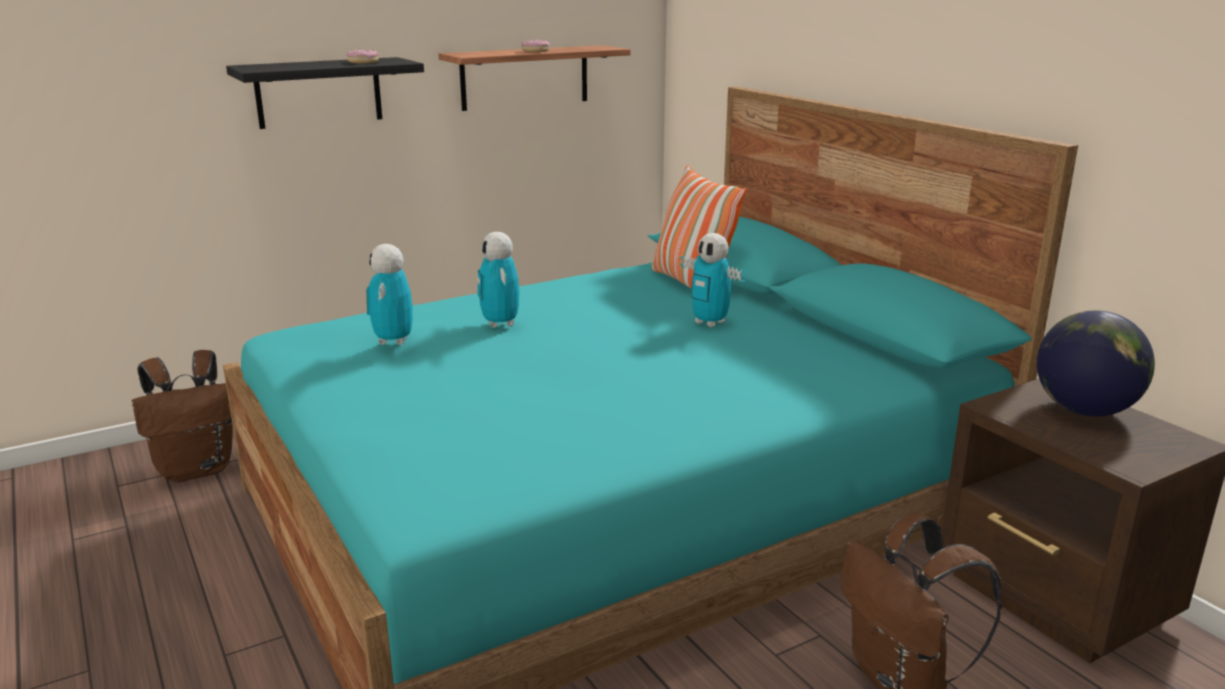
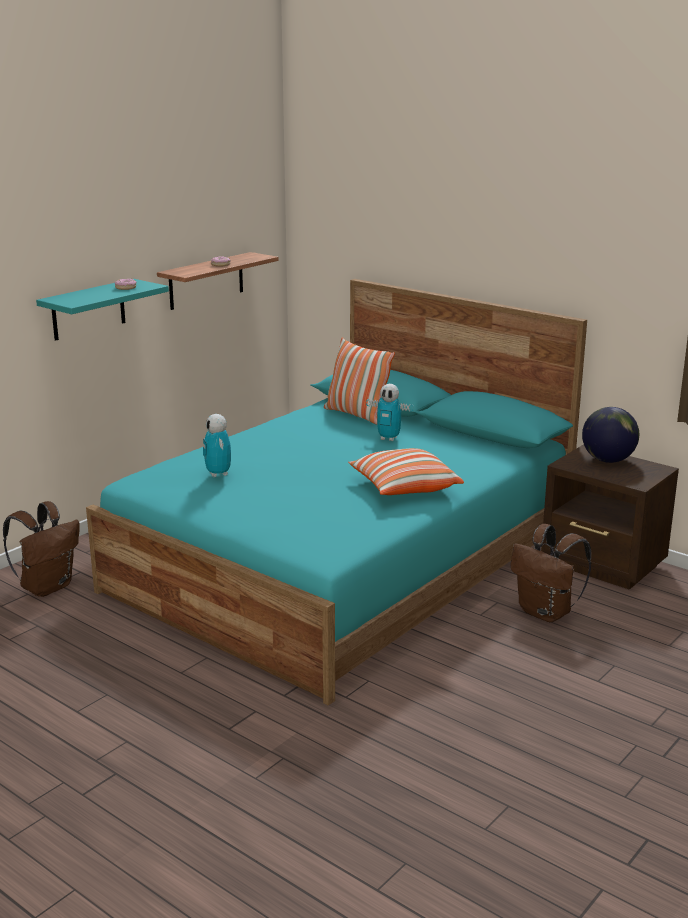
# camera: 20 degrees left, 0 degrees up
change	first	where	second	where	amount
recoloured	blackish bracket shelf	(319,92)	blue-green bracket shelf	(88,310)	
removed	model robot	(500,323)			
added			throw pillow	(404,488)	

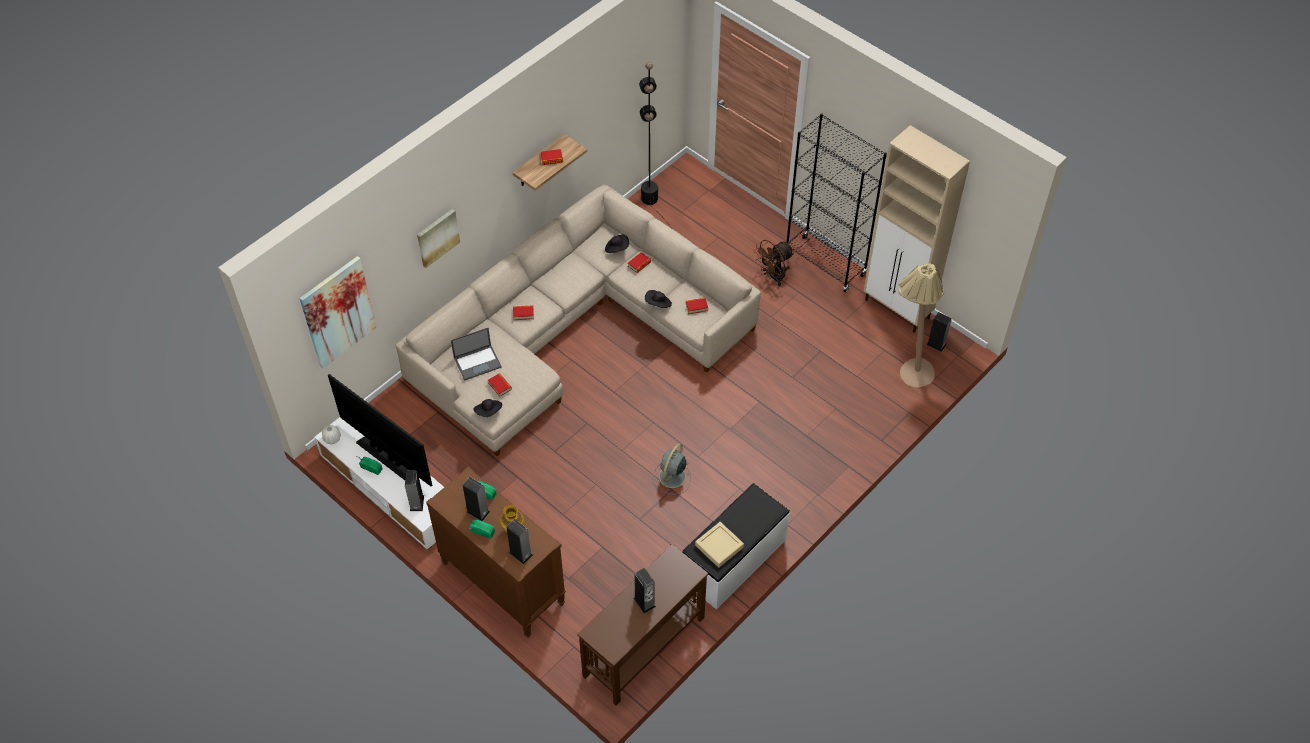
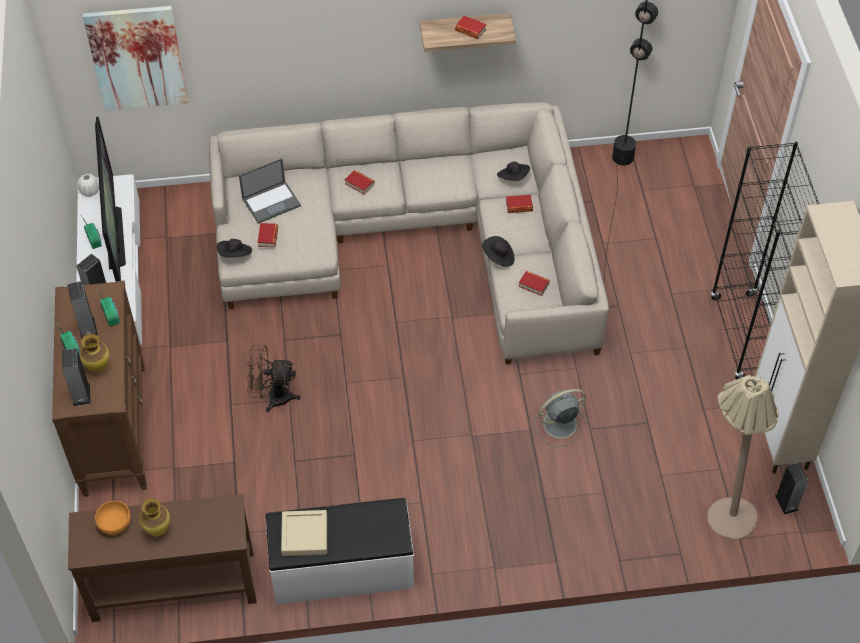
# camera: 40 degrees right, 0 degrees up
change	first	where	second	where	amount
removed	wall art	(437,237)			
moved	brownish electric fan	(773,277)		(272,397)	
turned	laptop	(478,362)		(272,202)	45 degrees counterclockwise
moved	gray electric fan	(671,477)		(558,425)	
replaced	loudspeaker	(644,602)	flower vase	(158,530)	
added			orange deep dish	(114,523)	

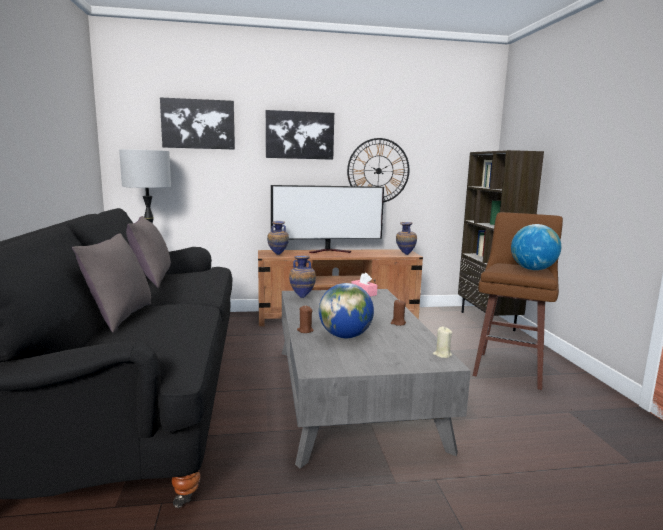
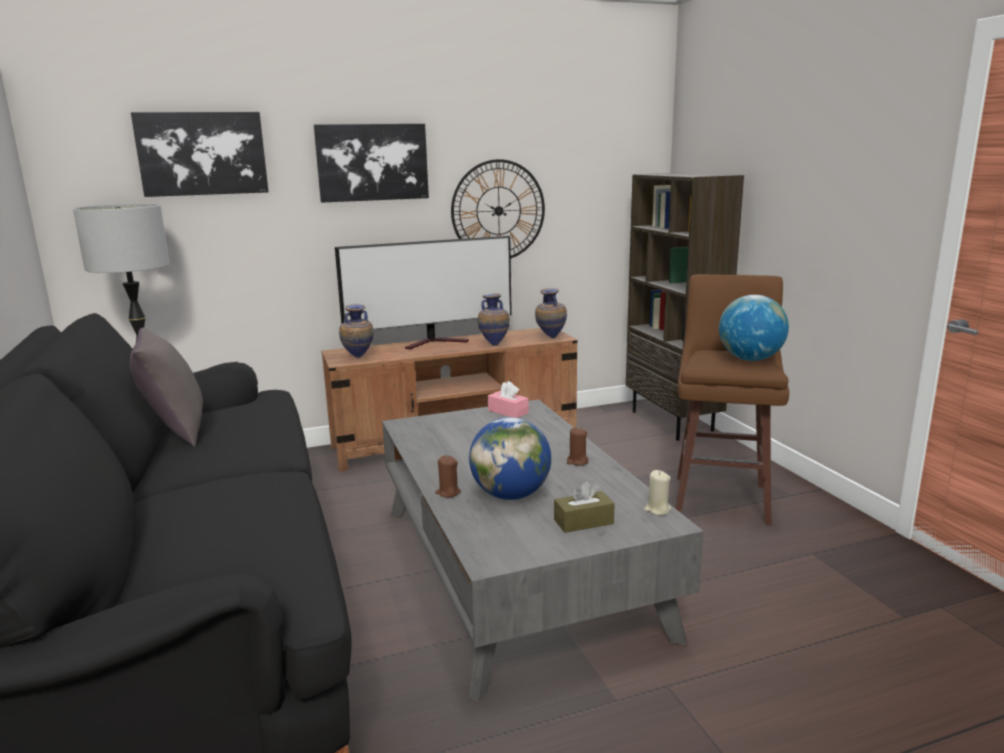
# camera: 10 degrees left, 5 degrees up
change	first	where	second	where	amount
removed	gray throw pillow	(119,318)			
moved	flower vase	(302,297)		(494,344)	
added			brownish box of tissues	(583,522)	

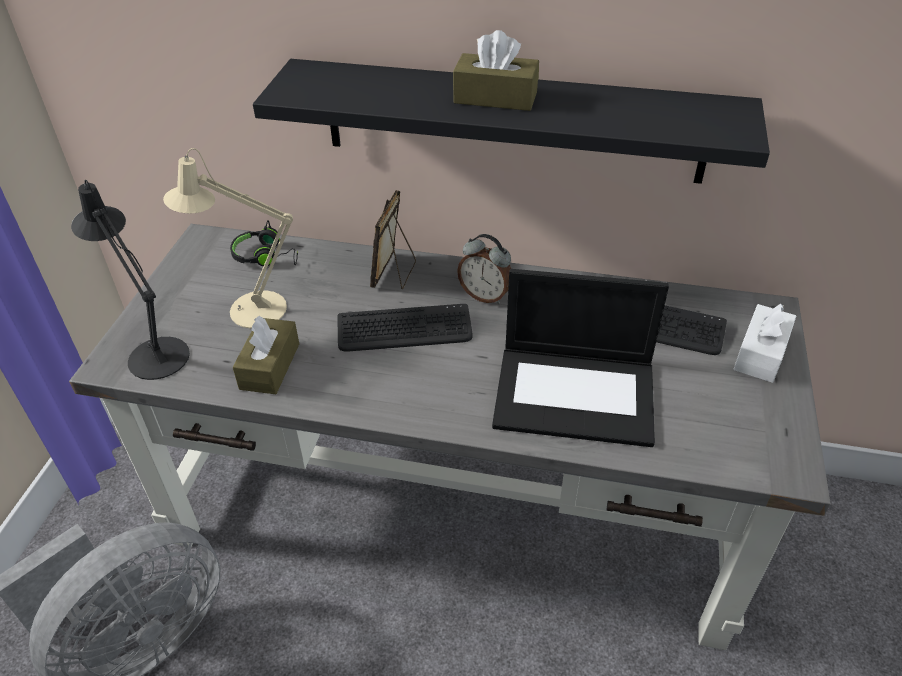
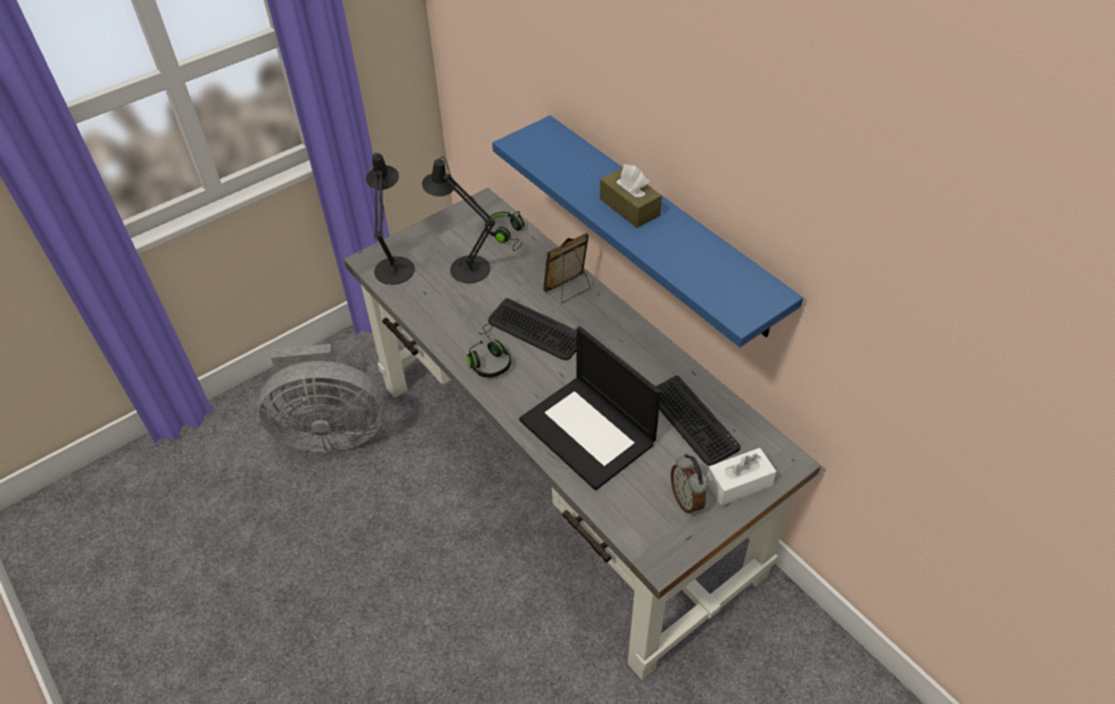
# camera: 40 degrees right, 5 degrees up
change	first	where	second	where	amount
recoloured	blackish bracket shelf	(512,121)	blue bracket shelf	(661,225)	
recoloured	beige lamp for a table	(249,310)	blackish lamp for a table	(465,267)	
moved	table clock	(485,295)		(687,500)	
removed	brownish box of tissues	(270,366)			
added			blackish headphones	(488,359)	

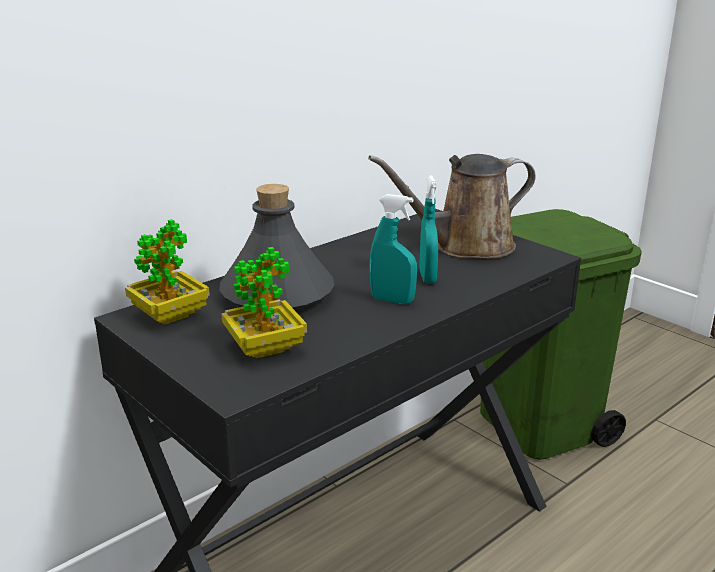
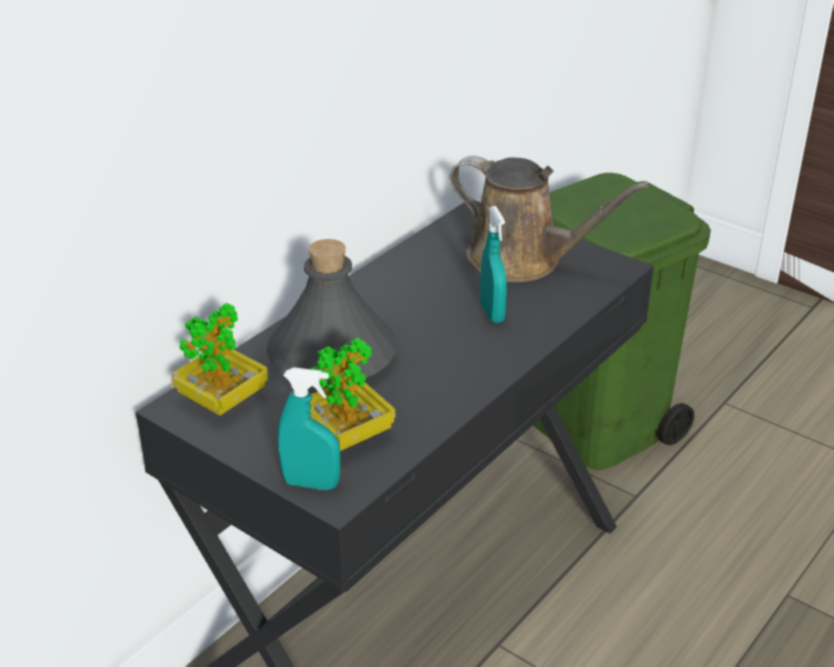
# camera: 10 degrees left, 10 degrees up
change	first	where	second	where	amount
turned	brownish watering pot	(466,246)		(523,260)	120 degrees counterclockwise
moved	blue-green sprayer	(392,300)		(311,483)	

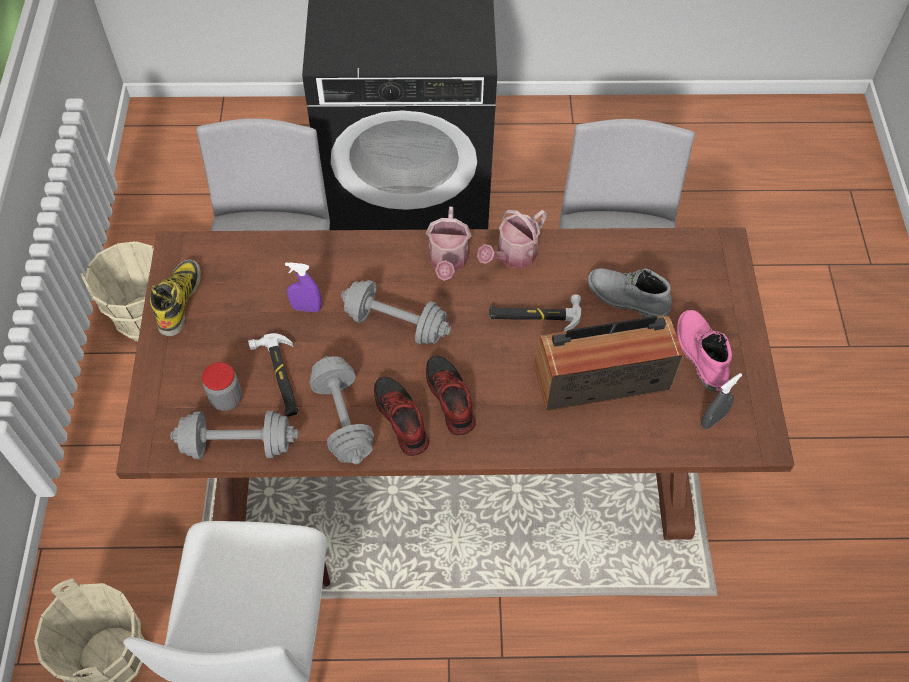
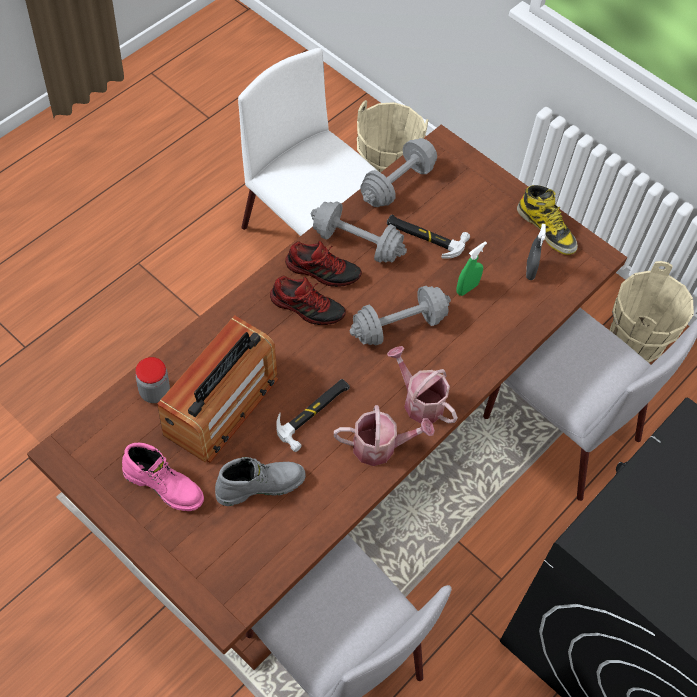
# camera: 130 degrees right, 0 degrees up
change	first	where	second	where	amount
turned	watering pot	(512,256)		(380,447)	90 degrees clockwise
recoloured	purplish sprayer	(306,308)	green sprayer	(467,288)	
moved	jar	(226,399)		(154,392)	
moved	gray sprayer	(713,420)		(530,270)	

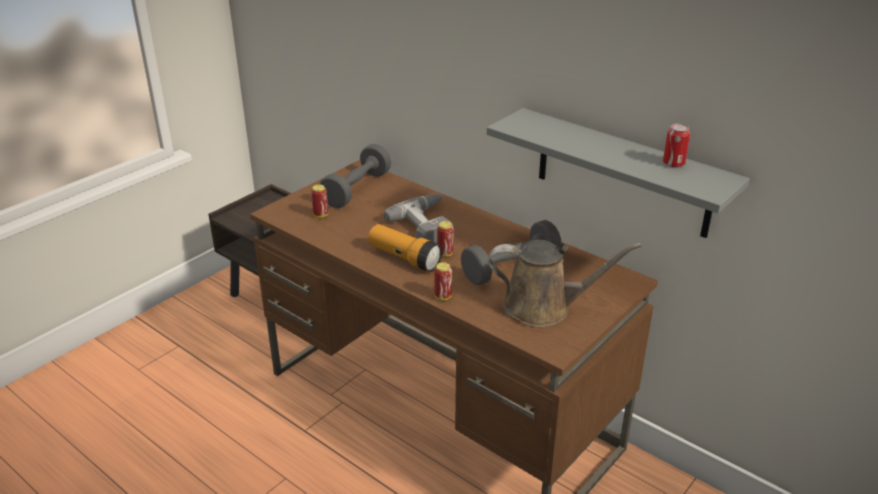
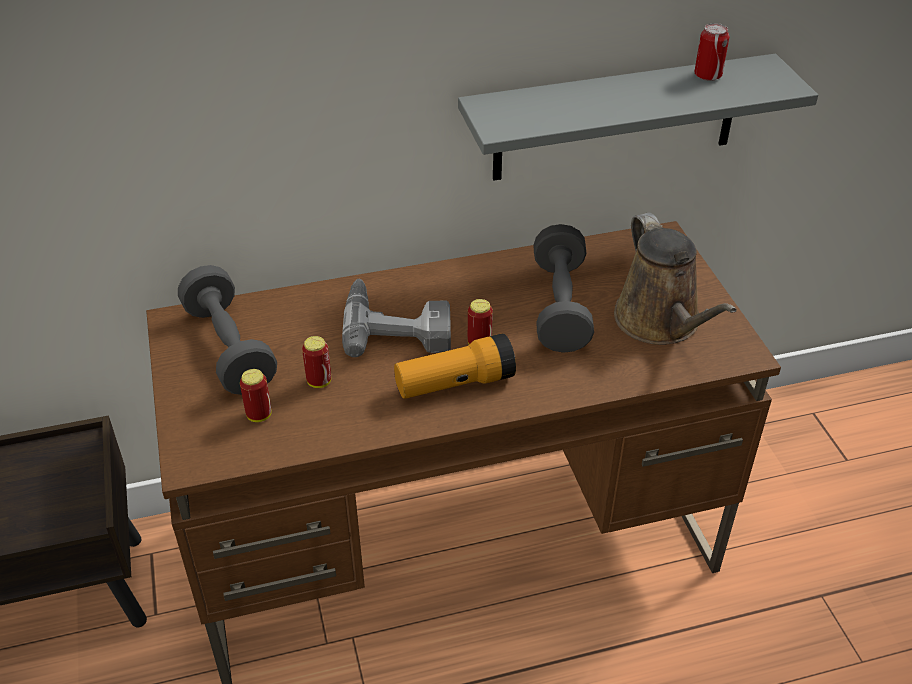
# camera: 55 degrees left, 10 degrees up
change	first	where	second	where	amount
turned	brownish watering pot	(544,307)		(661,322)	120 degrees clockwise
moved	sealed can	(443,297)		(319,381)	

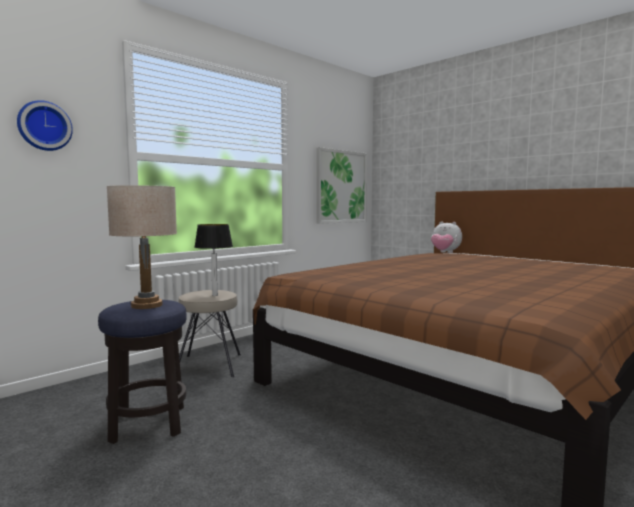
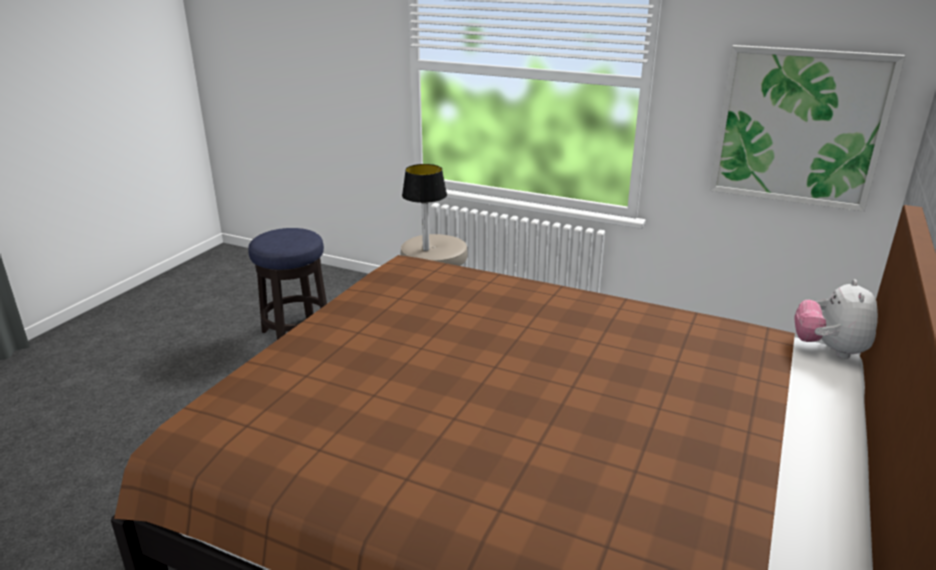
# camera: 70 degrees right, 20 degrees up
change	first	where	second	where	amount
removed	clock on the wall	(44,126)			
removed	beige lamp for a table	(146,305)			

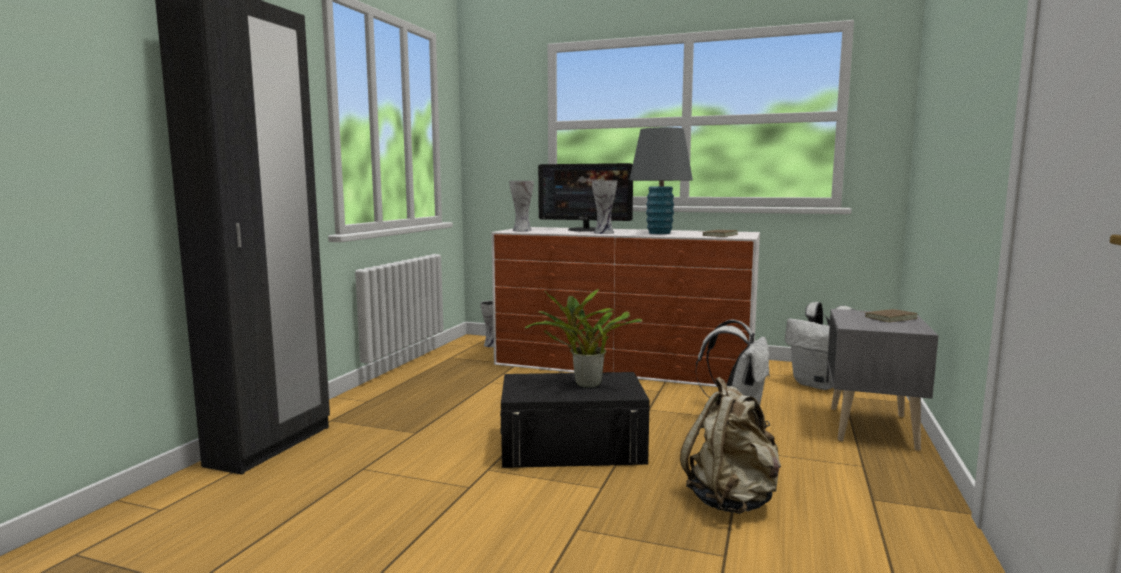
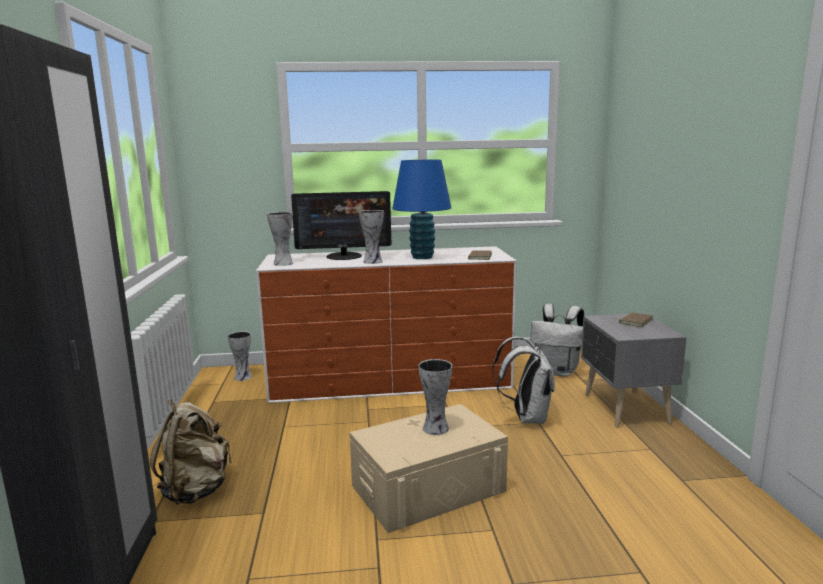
# camera: 25 degrees left, 5 degrees up
change	first	where	second	where	amount
recoloured	gray lamp for a table	(659,233)	blue lamp for a table	(422,257)	
replaced	plant in a pot	(584,384)	flower vase	(435,429)	
recoloured	blackish storage box	(572,446)	beige storage box	(428,488)	
moved	beige backpack	(732,500)		(196,490)	

